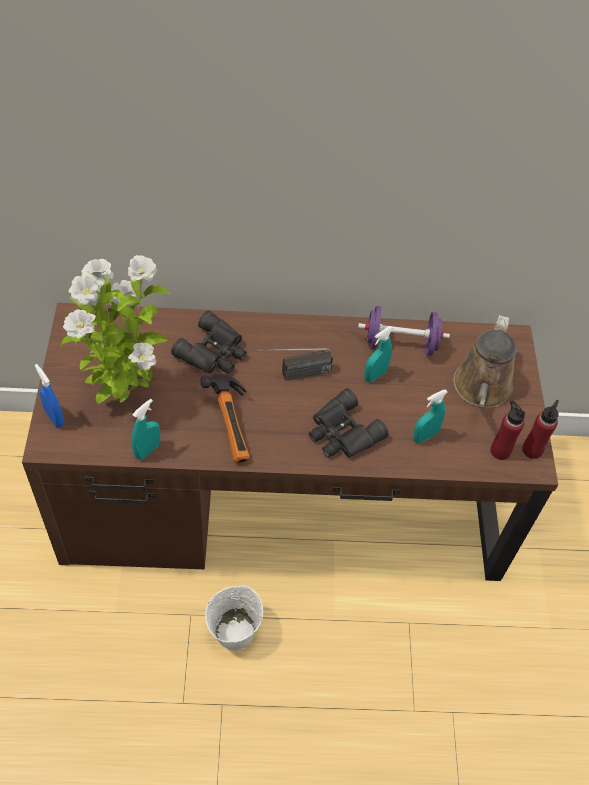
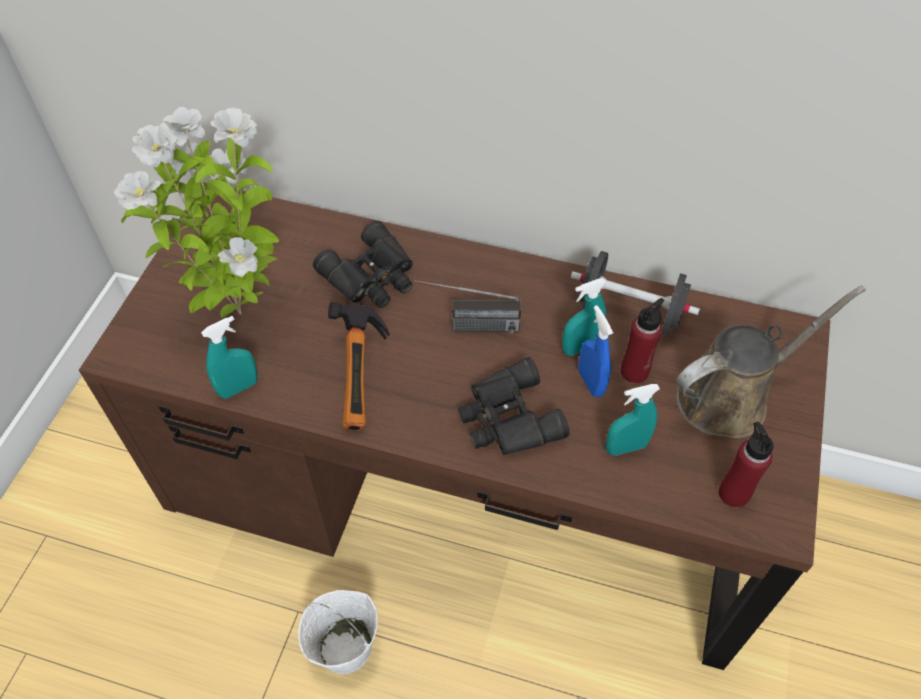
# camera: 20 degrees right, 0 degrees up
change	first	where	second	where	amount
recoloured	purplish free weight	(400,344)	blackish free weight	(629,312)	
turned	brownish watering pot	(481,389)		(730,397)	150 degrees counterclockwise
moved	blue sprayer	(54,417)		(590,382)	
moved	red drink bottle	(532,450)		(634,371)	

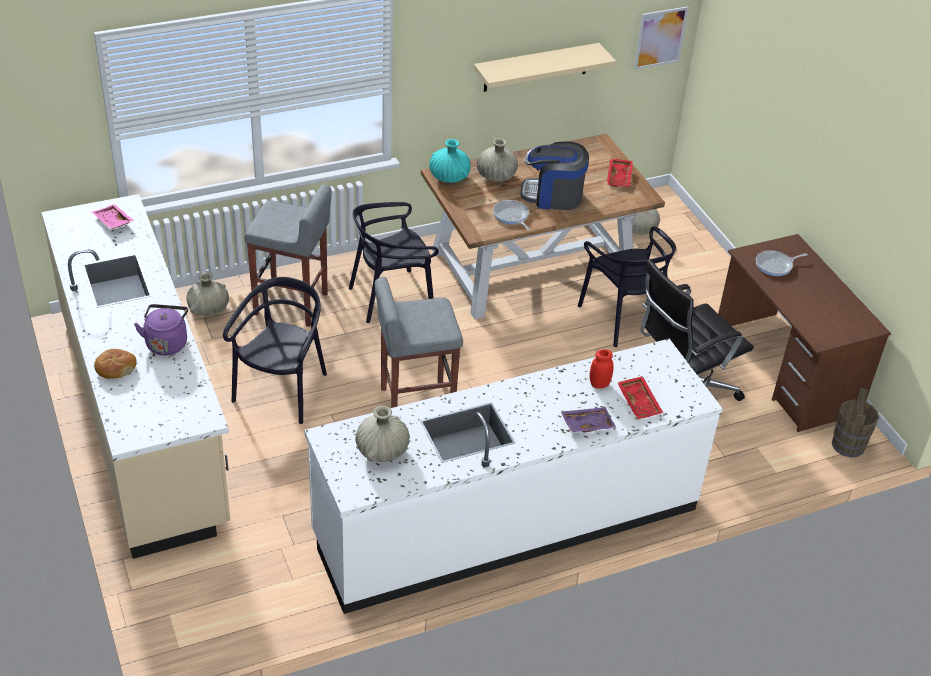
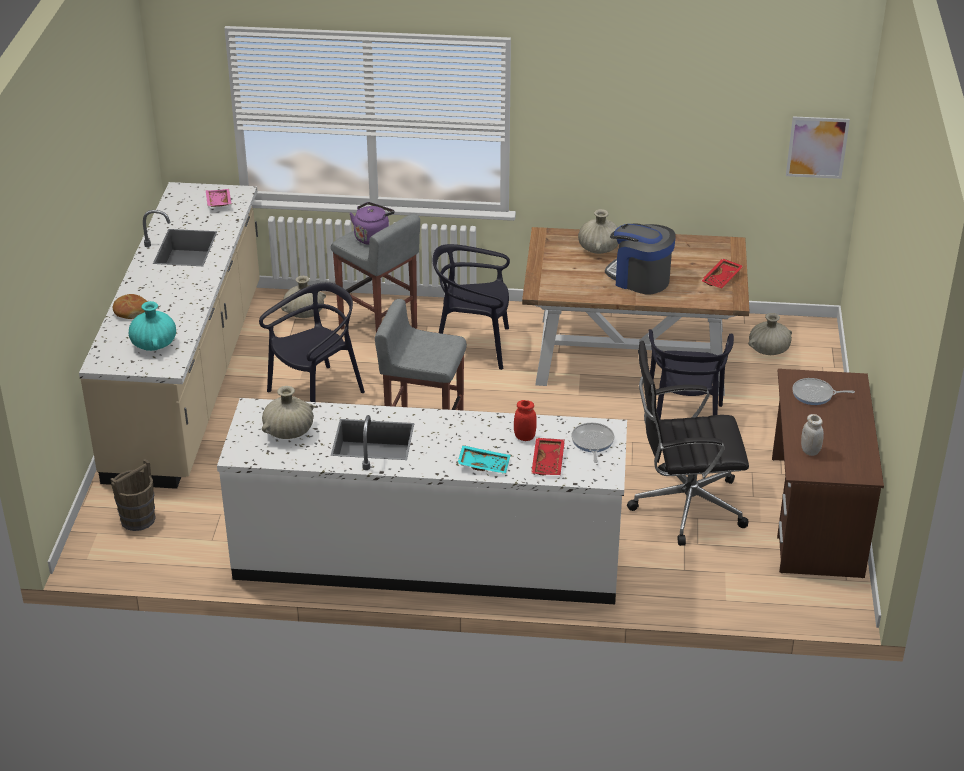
# camera: 30 degrees right, 5 degrees down
change	first	where	second	where	amount
removed	beige bracket shelf	(536,67)			
moved	blue-green flower vase	(449,177)		(154,344)	
moved	frying pan	(511,216)		(592,442)	
moved	purplish tea kettle	(167,343)		(372,236)	
moved	brownish bucket	(848,445)		(138,519)	
recoloured	purplish serving tray	(587,424)	blue-green serving tray	(484,464)	
added			white jar	(810,451)	

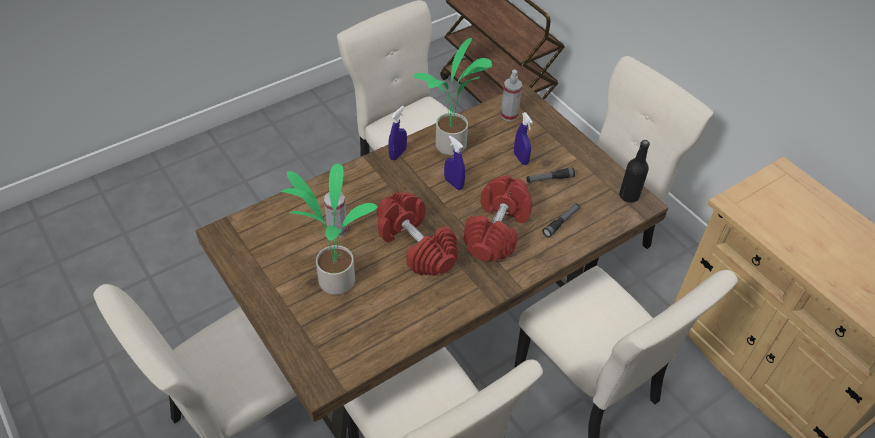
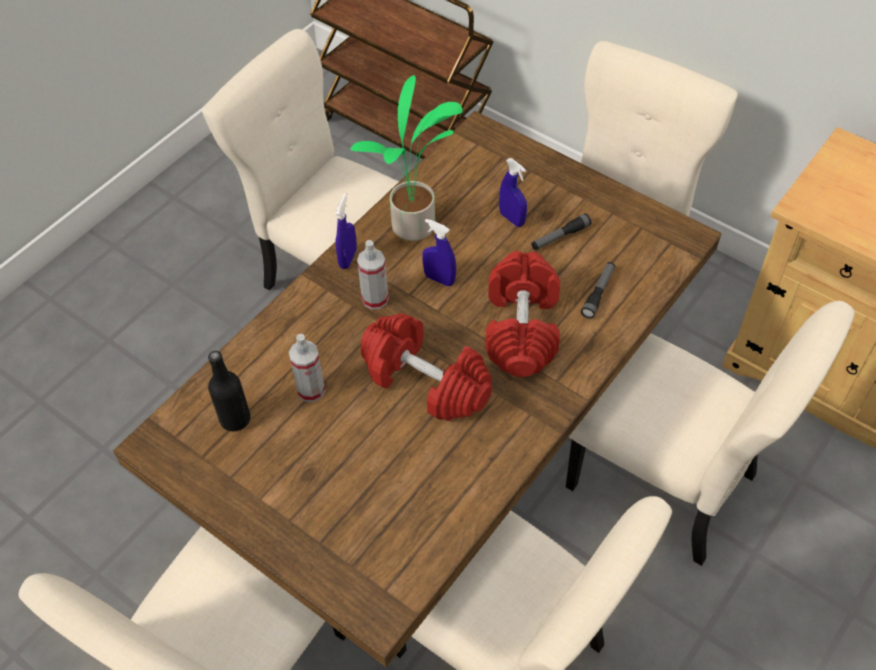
# camera: 15 degrees left, 5 degrees up
change	first	where	second	where	amount
moved	sprayer	(509,115)		(375,299)	
moved	blackish drink bottle	(629,196)		(235,419)	
removed	plant in a pot	(335,279)			

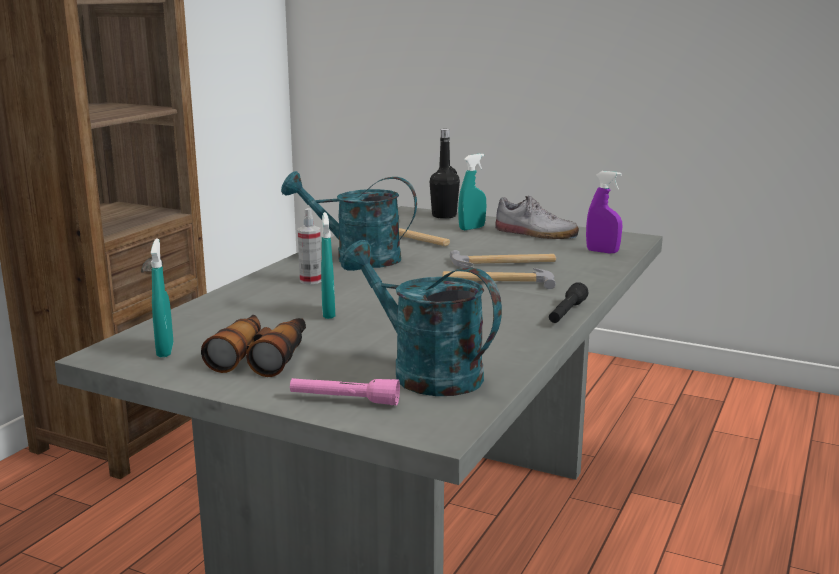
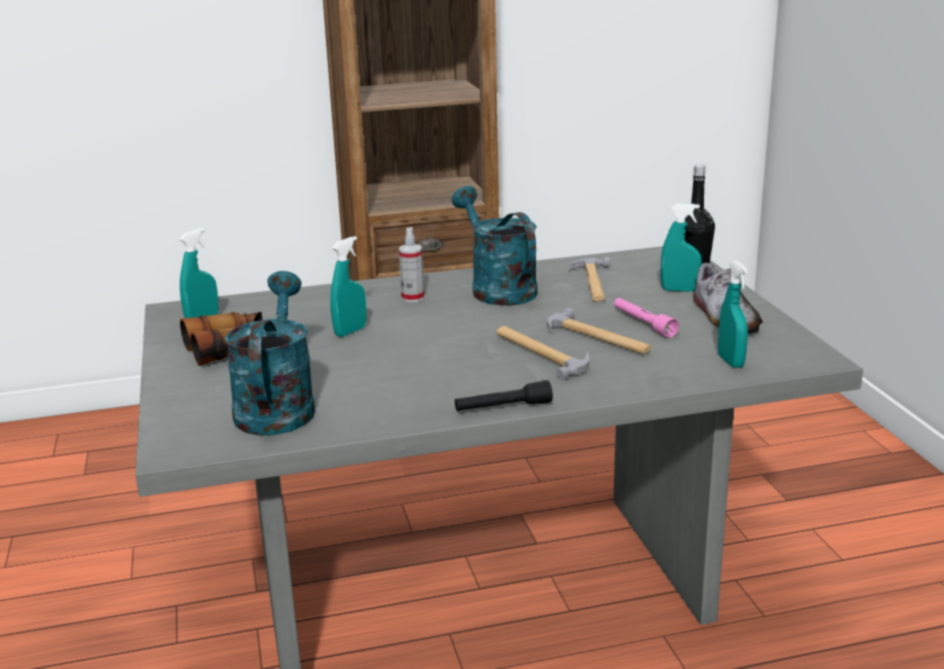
# camera: 50 degrees right, 5 degrees up
change	first	where	second	where	amount
recoloured	purplish sprayer	(602,251)	blue-green sprayer	(730,361)	
moved	pink flashlight	(344,400)		(643,324)	

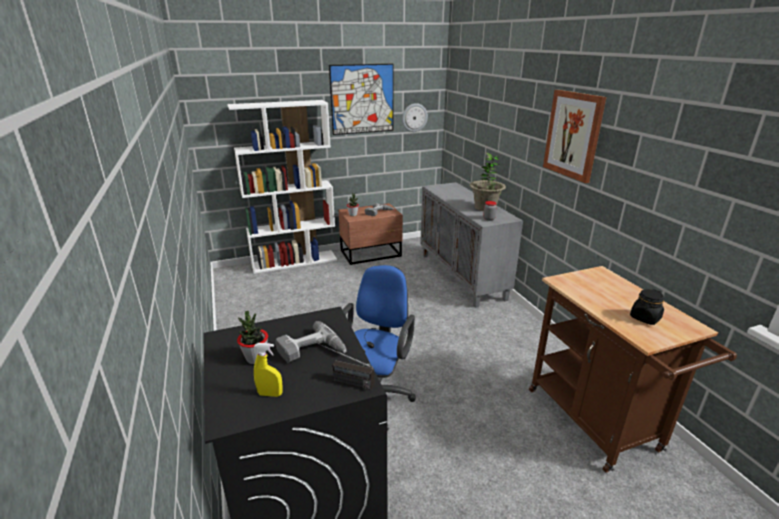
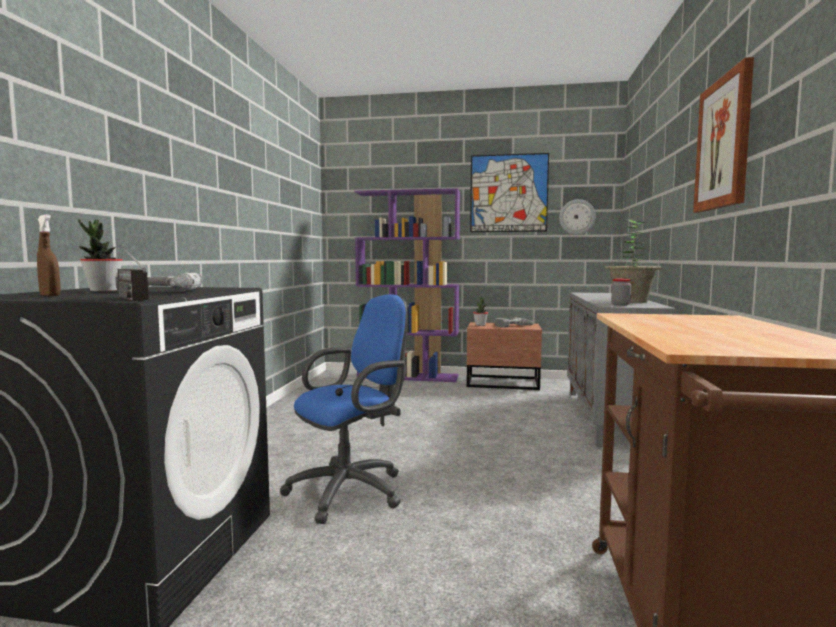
# camera: 30 degrees right, 20 degrees down
change	first	where	second	where	amount
recoloured	white shelving unit	(294,261)	purplish shelving unit	(408,376)	
removed	blackish jar	(645,318)			
recoloured	yellow-coloured sprayer	(270,394)	brownish sprayer	(50,295)	

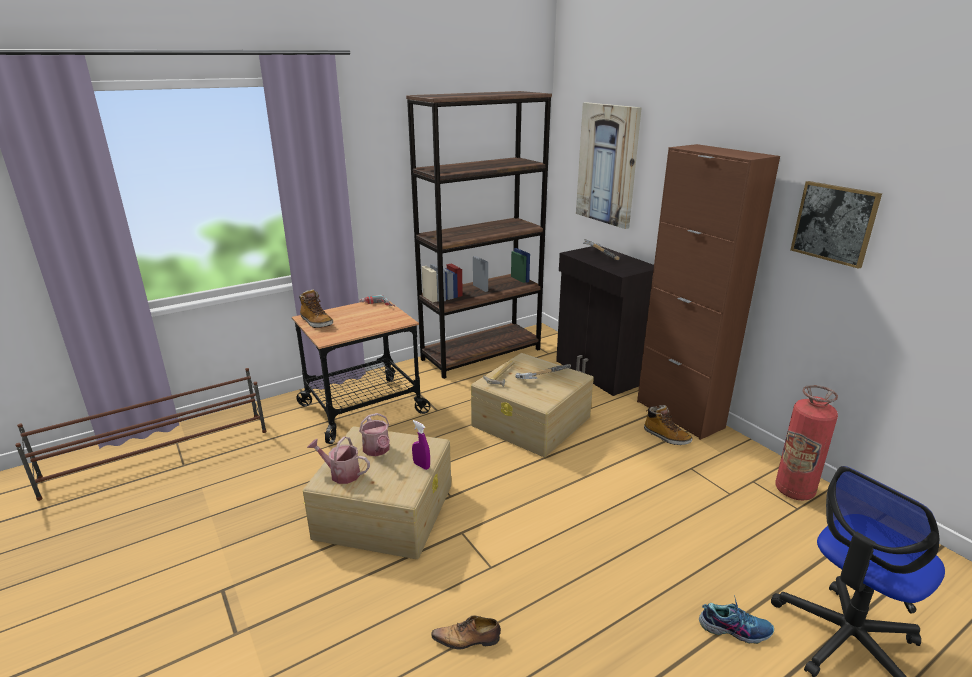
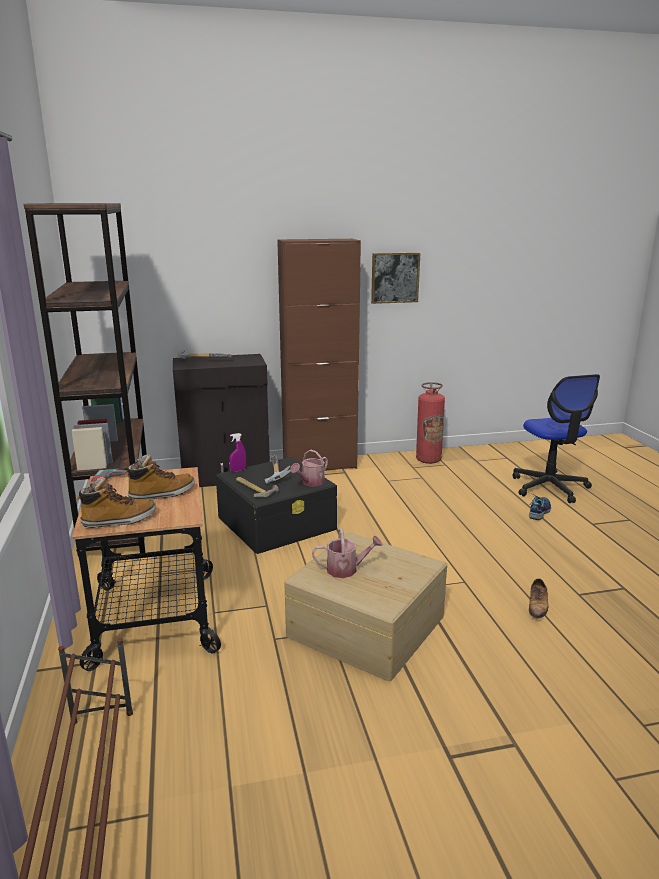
# camera: 70 degrees left, 5 degrees down
change	first	where	second	where	amount
removed	wall art	(607,164)			
recoloured	beige storage box	(532,421)	blackish storage box	(277,523)	
moved	boot	(666,437)		(162,494)	
moved	purplish sprayer	(421,465)		(238,470)	
moved	watering pot	(341,473)		(310,483)	

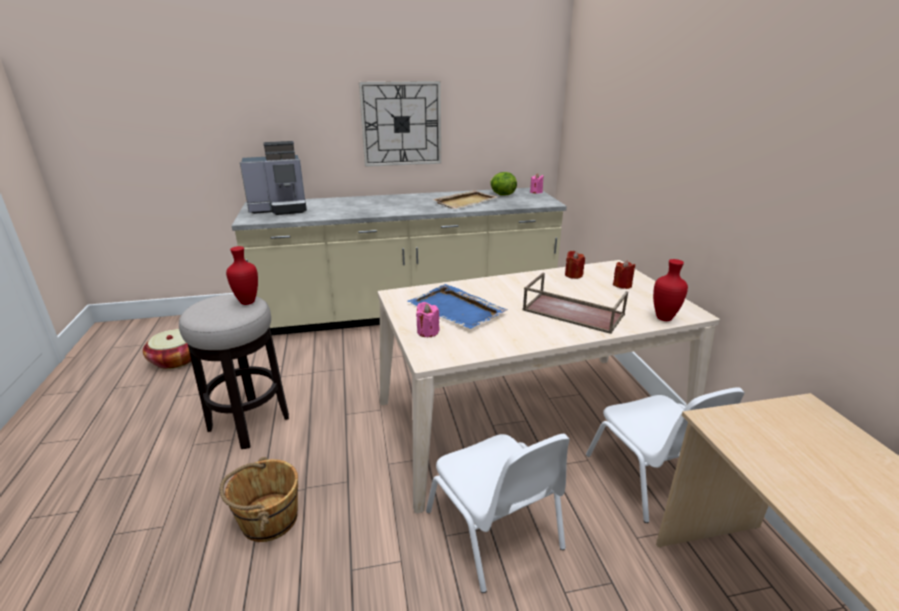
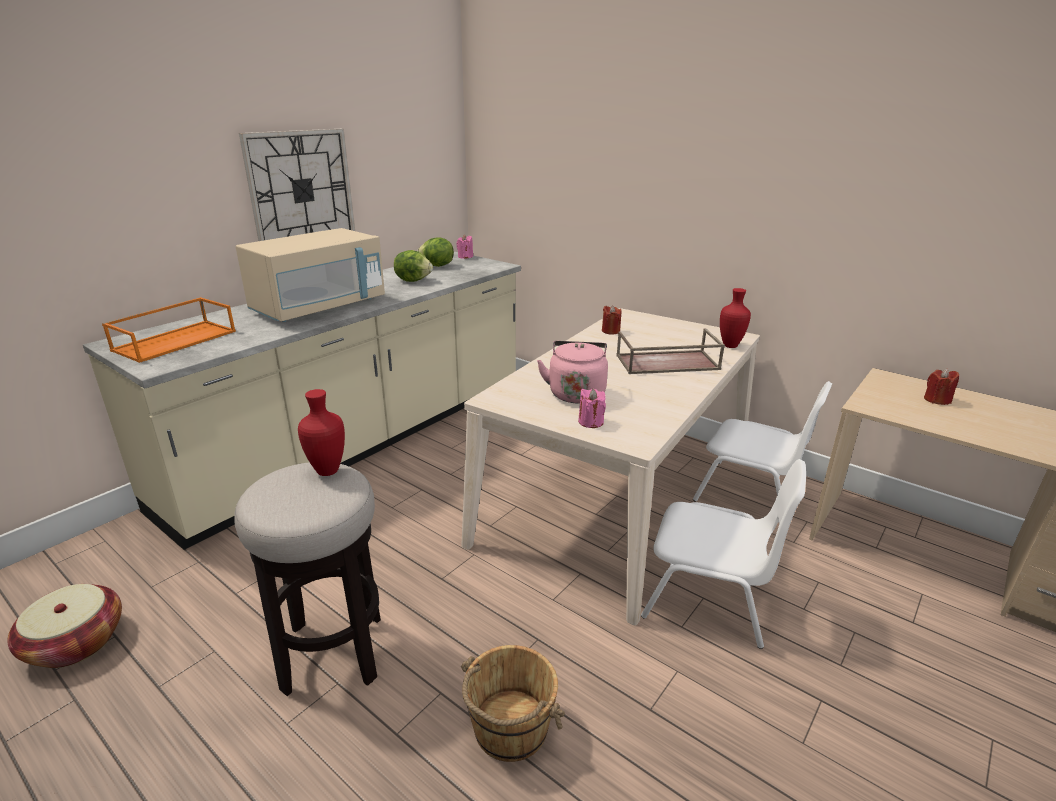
# camera: 40 degrees left, 0 degrees up
change	first	where	second	where	amount
replaced	coffee brewer	(280,209)	orange serving tray	(176,340)	
replaced	beige serving tray	(466,201)	lettuce head	(413,280)	
moved	red wax light	(622,285)		(936,400)	
replaced	blue serving tray	(457,309)	pink tea kettle	(576,393)	
added			beige microwave	(320,307)	

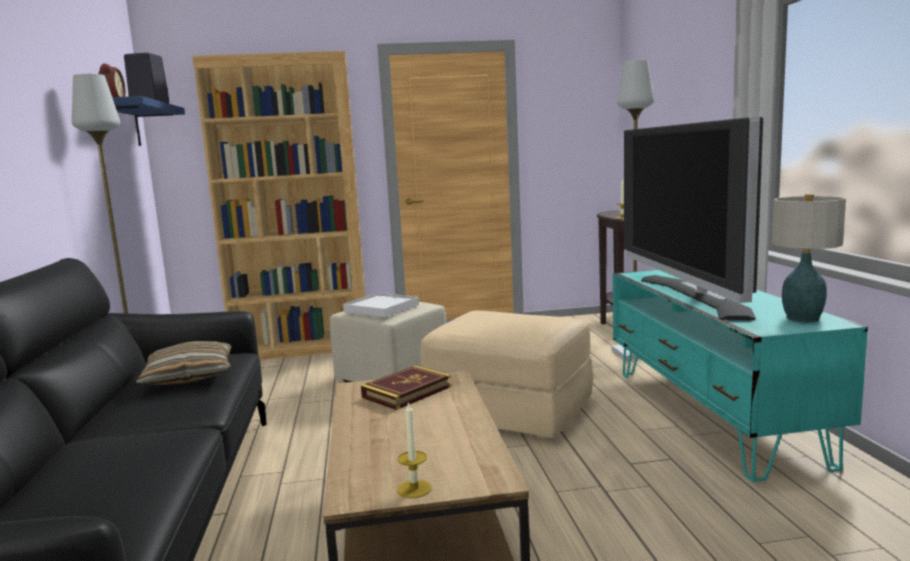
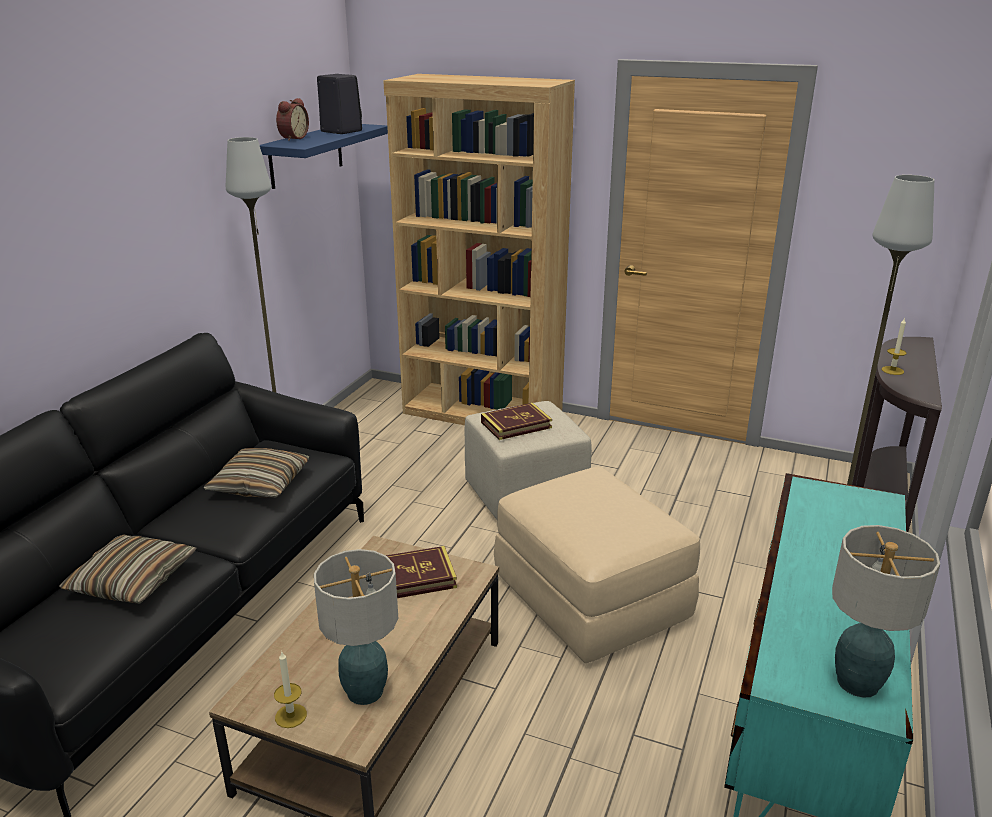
# camera: 30 degrees right, 15 degrees up
change	first	where	second	where	amount
removed	TV	(692,296)			
replaced	white serving tray	(381,308)	book	(516,425)	
added			throw pillow	(132,580)	
added			lamp for a table	(365,691)	

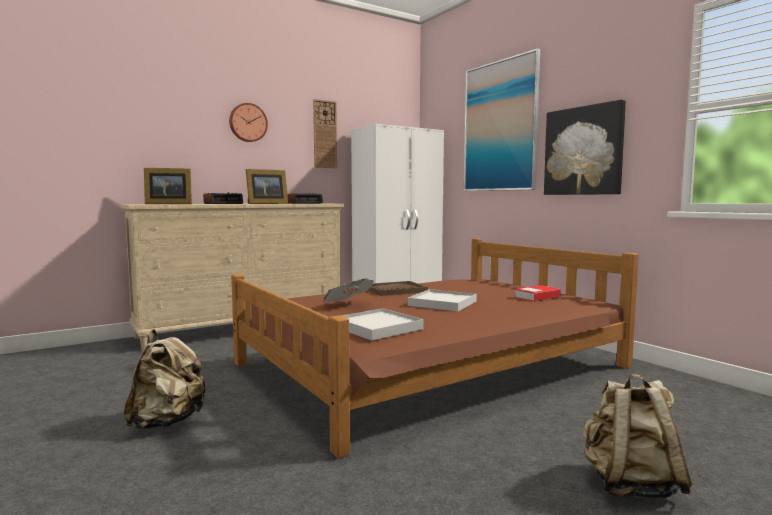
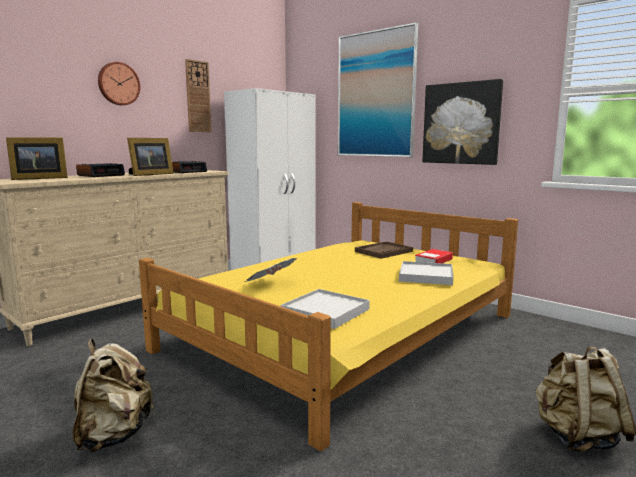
# camera: 15 degrees left, 5 degrees up
change	first	where	second	where	amount
recoloured	brownish bedroom bed	(430,366)	yellow-coloured bedroom bed	(344,332)	
moved	brownish serving tray	(395,290)		(383,251)	
moved	white serving tray	(443,303)		(426,276)	

